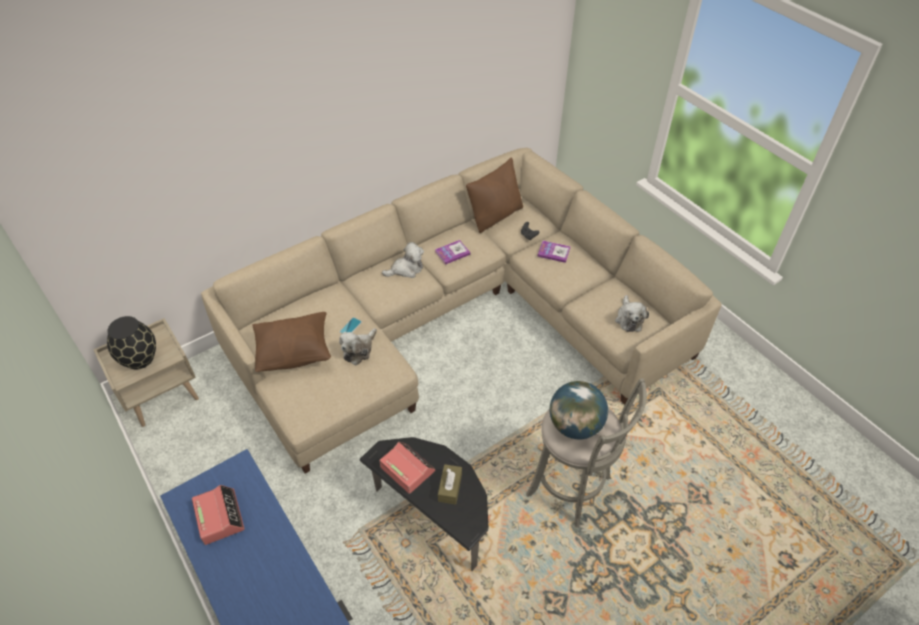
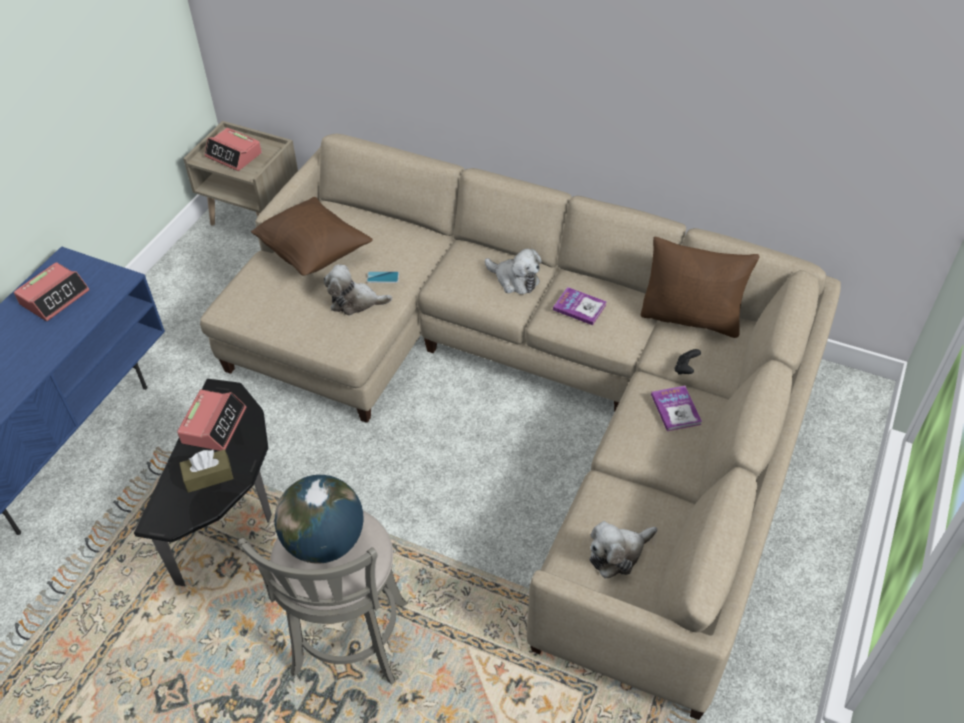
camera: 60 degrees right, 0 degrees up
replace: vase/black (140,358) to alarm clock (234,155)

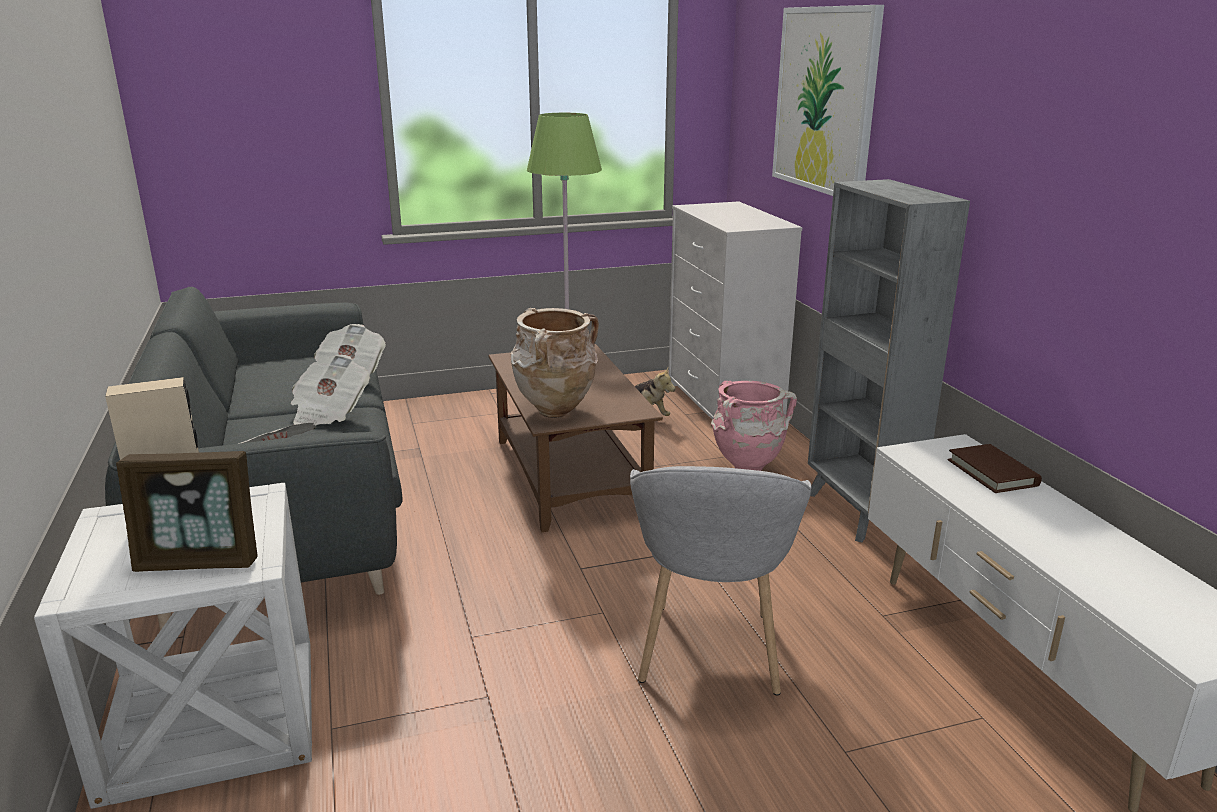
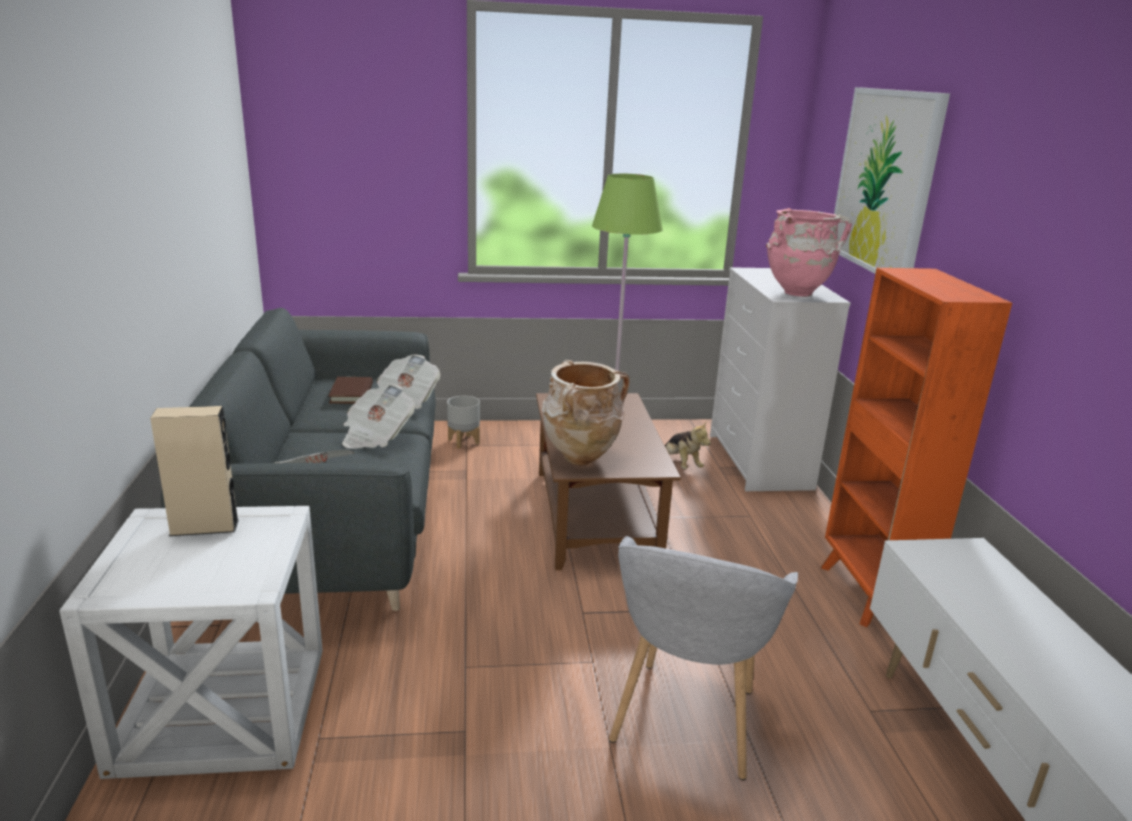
camera: 10 degrees right, 0 degrees up
delete: picture frame (200,561)
insert: planter/grey (464,441)
move: vase/pink (746,468) to (795,294); book/brown (992,473) to (351,393)
recolor: bookcase/grey (858,513) to bookcase/orange (869,595)

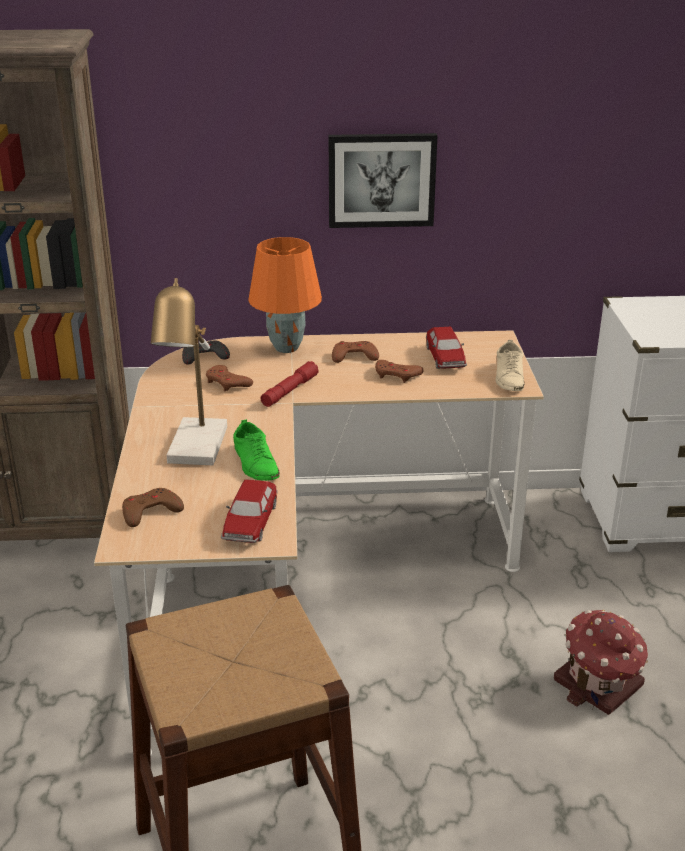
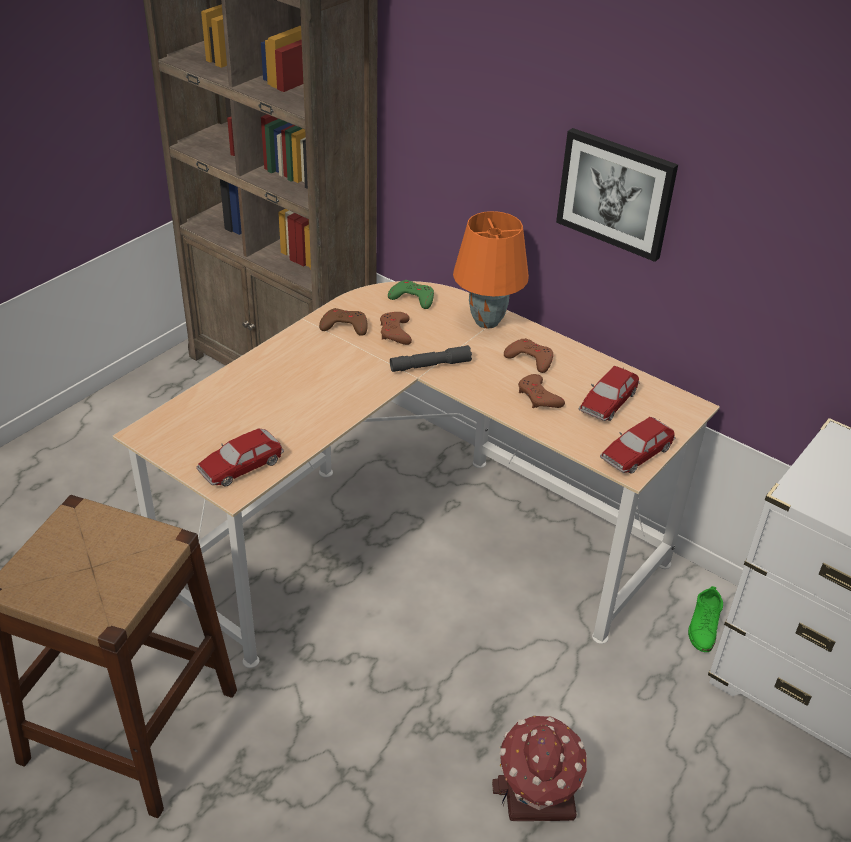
camera: 40 degrees right, 10 degrees up
delete: table lamp (197,450)
move: shoe/green (255,463) to (704,626); game controller/brown (150,512) to (344,326)
replace: shoe/beige (509,377) to toy car (636,454)
recolor: game controller/grey (204,357) to game controller/green (412,298); flashlight/red (289,391) to flashlight/grey (430,365)

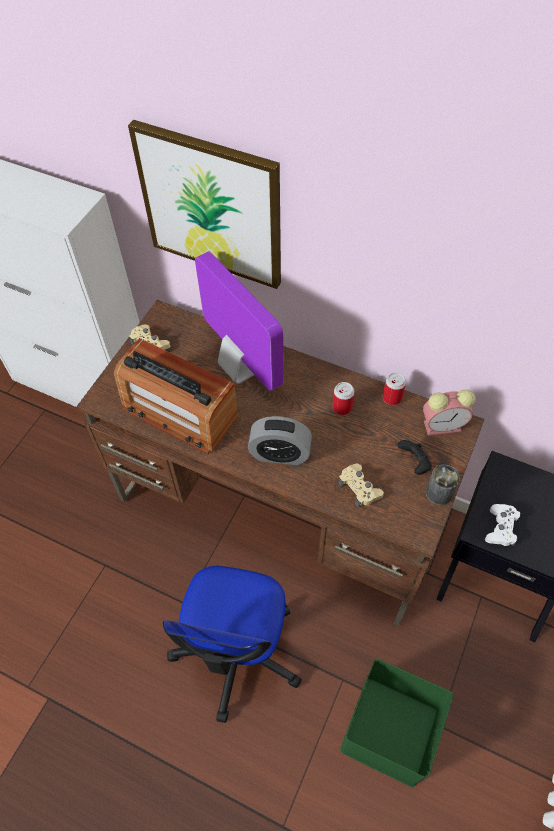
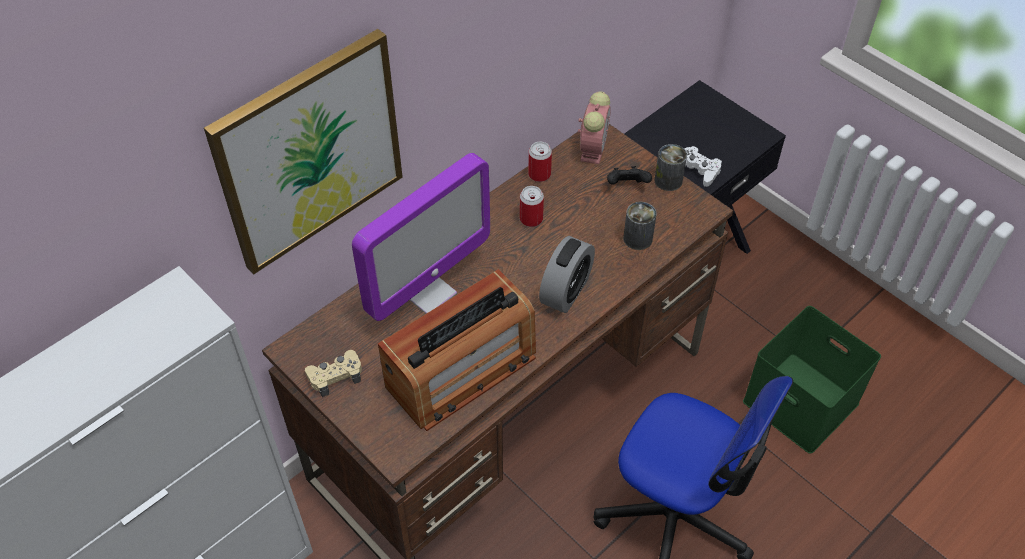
camera: 70 degrees left, 5 degrees down
replace: game controller/beige (359,488) to can (637,238)
rotate: monitor (240,368) = (428,292) 150 degrees clockwise

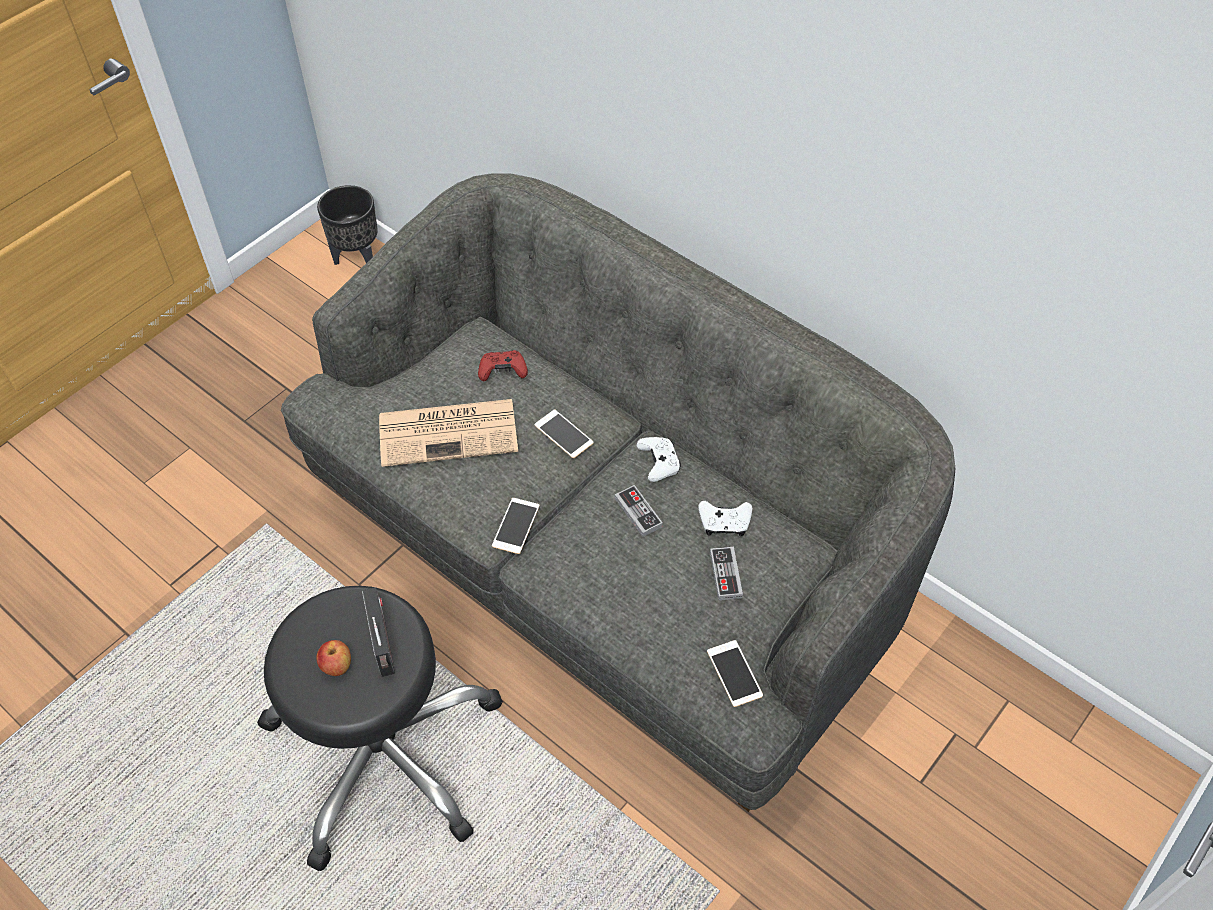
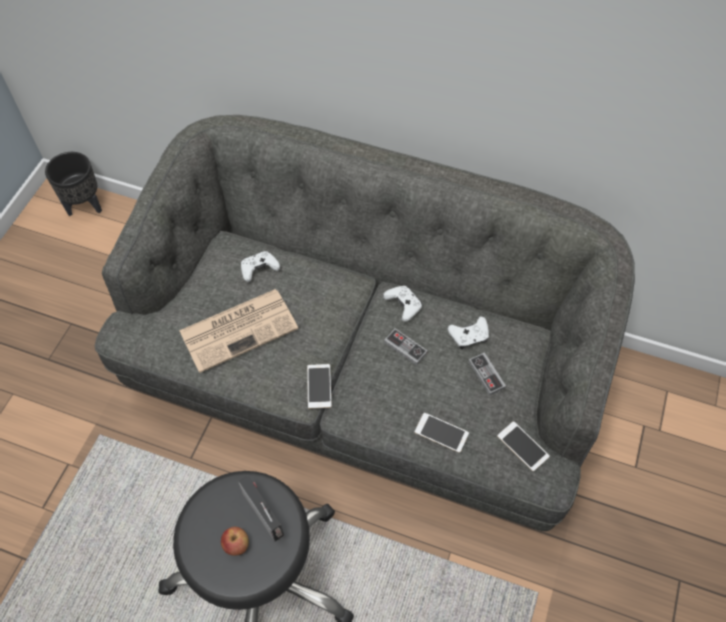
camera: 20 degrees left, 5 degrees up
move: phone (563,434) to (441,432)
recolor: game controller/red (503,371) to game controller/white (259,269)

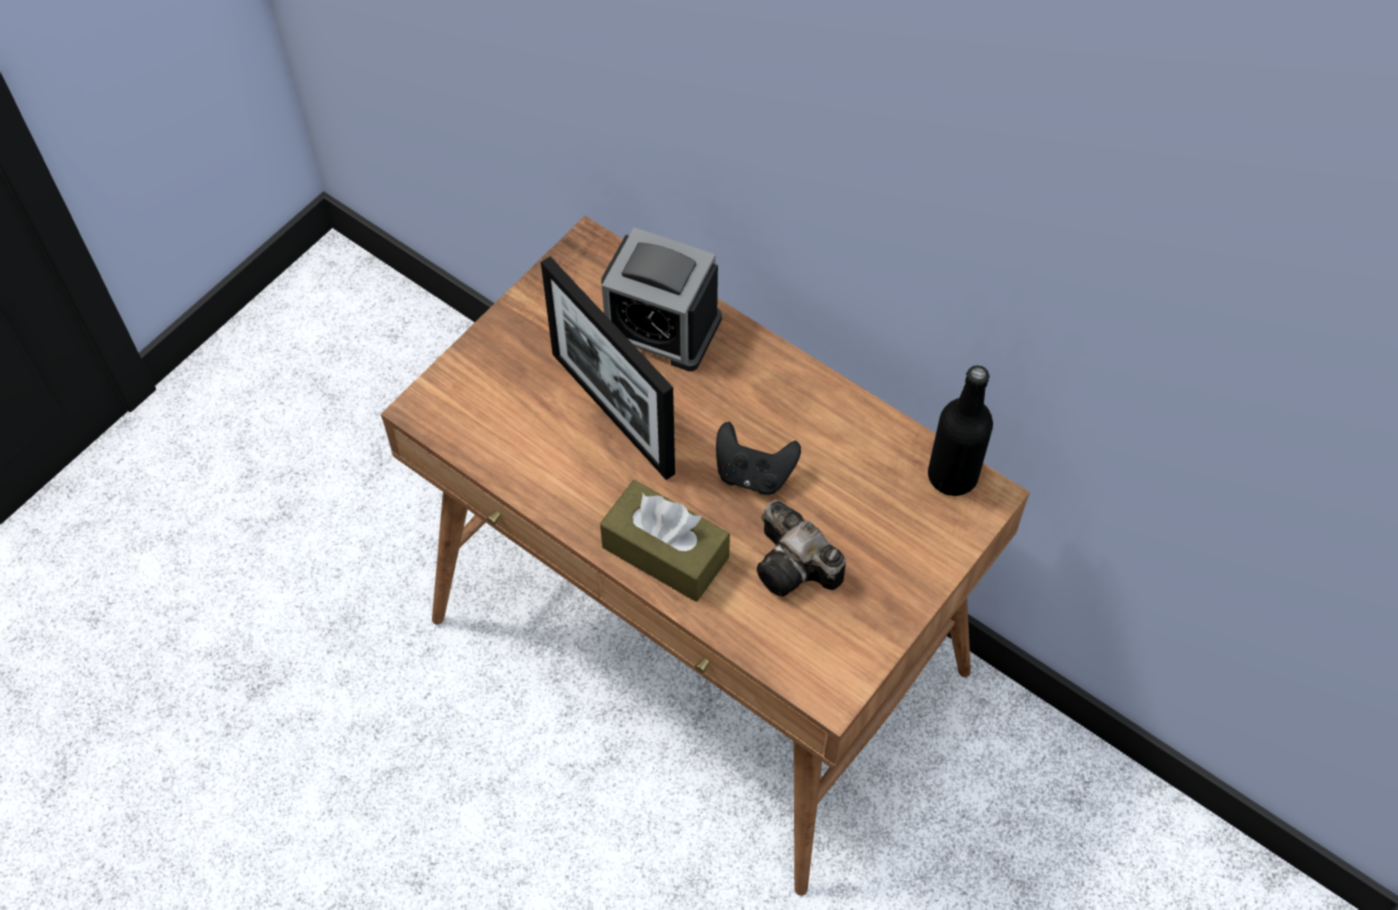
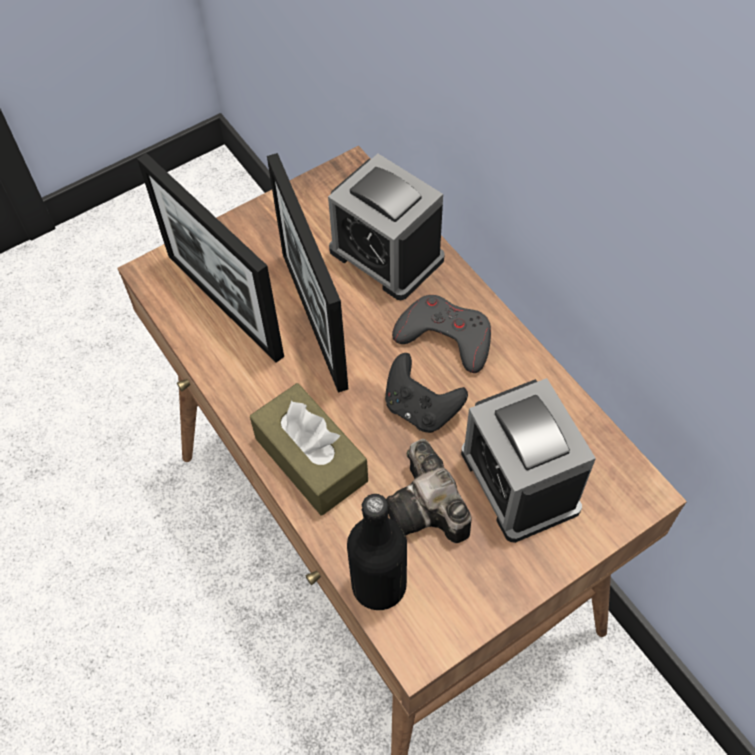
camera: 20 degrees right, 0 degrees up
insert: picture frame (224,305); game controller/grey (445,337); alarm clock (519,480)
move: bottle/black (952,476) to (379,585)

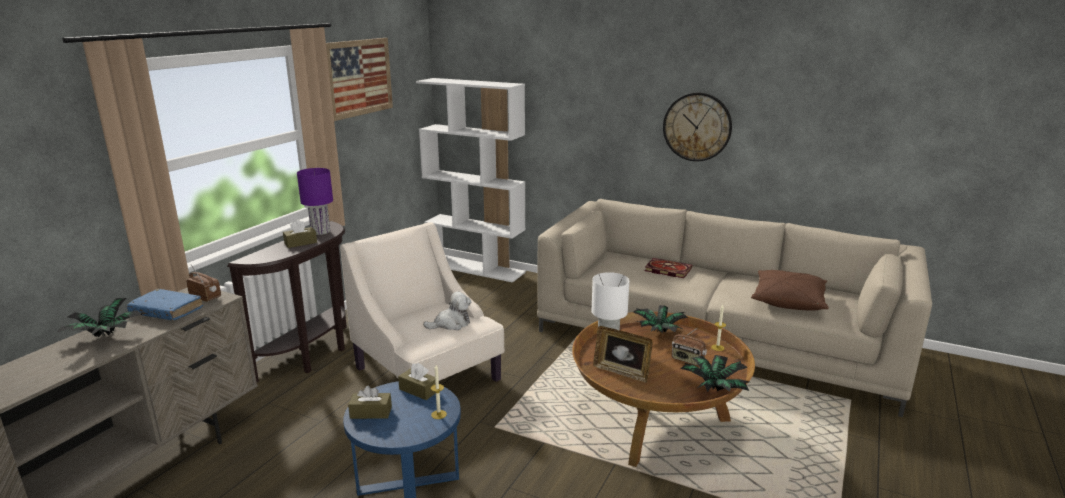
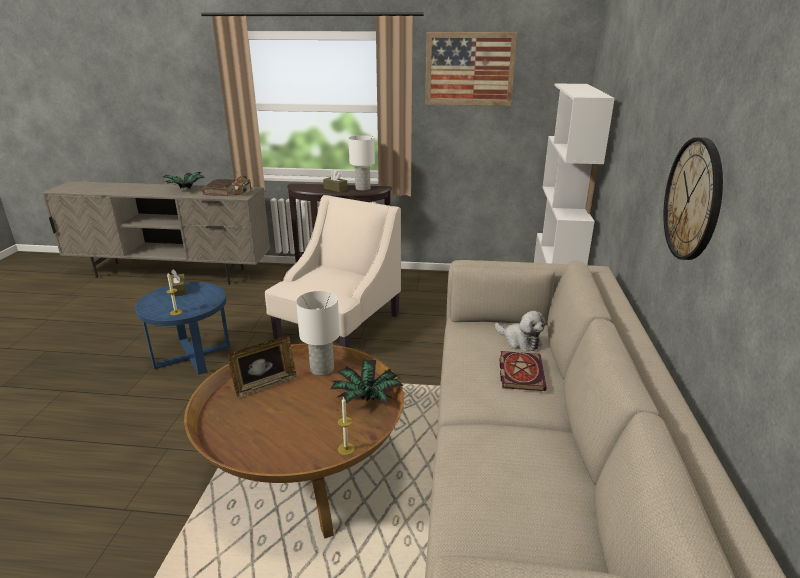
camera: 70 degrees right, 5 degrees up
delete: pillow/brown (788,301); radio (687,360); potted plant (713,388); tissue box/brown (418,390)
move: plush toy (451,324) to (520,341)
recolor: table lamp/purple (320,232) to table lamp/white (362,188); book/blue (166,311) to book/brown (220,191)
rotate: picture frame (621,372) = (265,385) 135 degrees counterclockwise

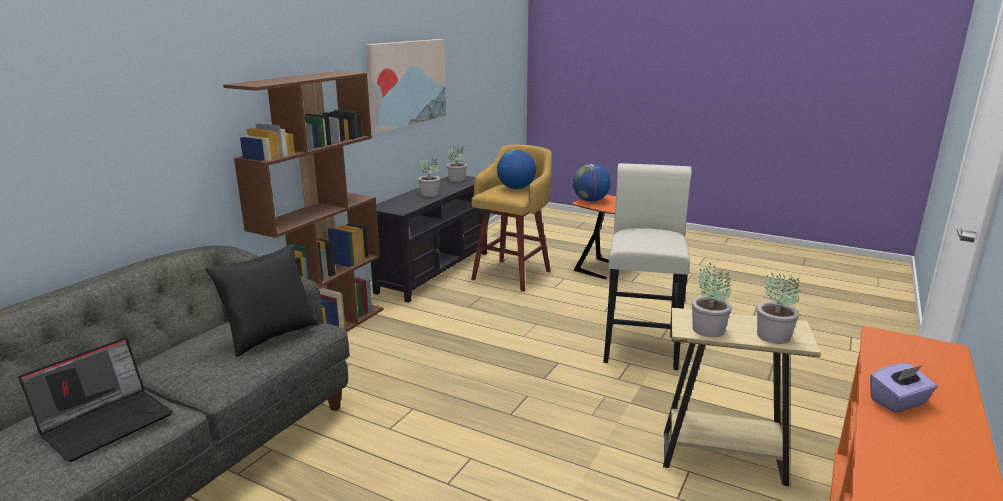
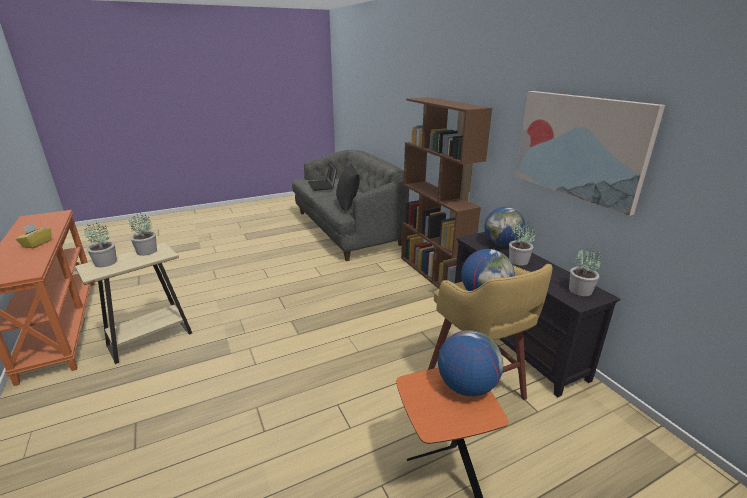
camera: 125 degrees right, 5 degrees up
delete: stool/white (640,345)
insert: globe (502,244)
recolor: tissue box/purple (898,402) to tissue box/yellow (37,244)

